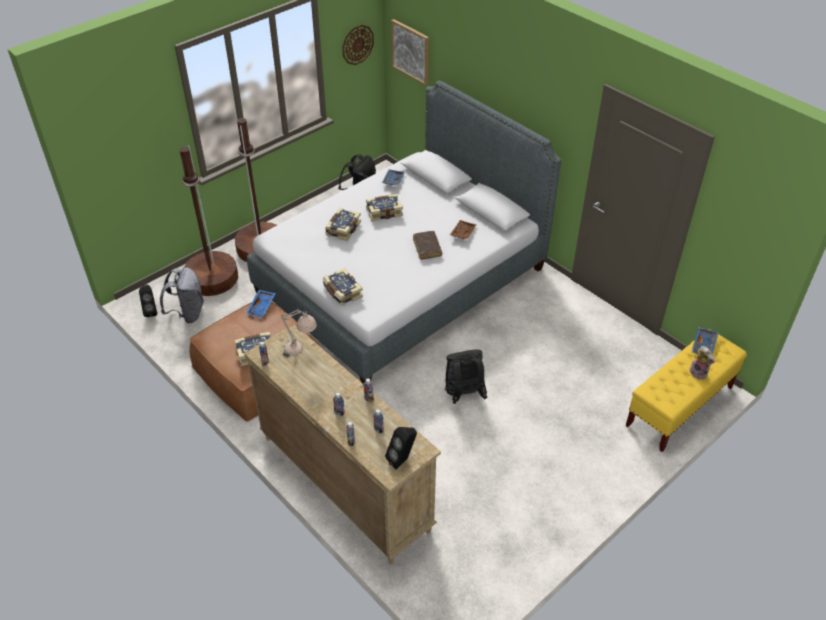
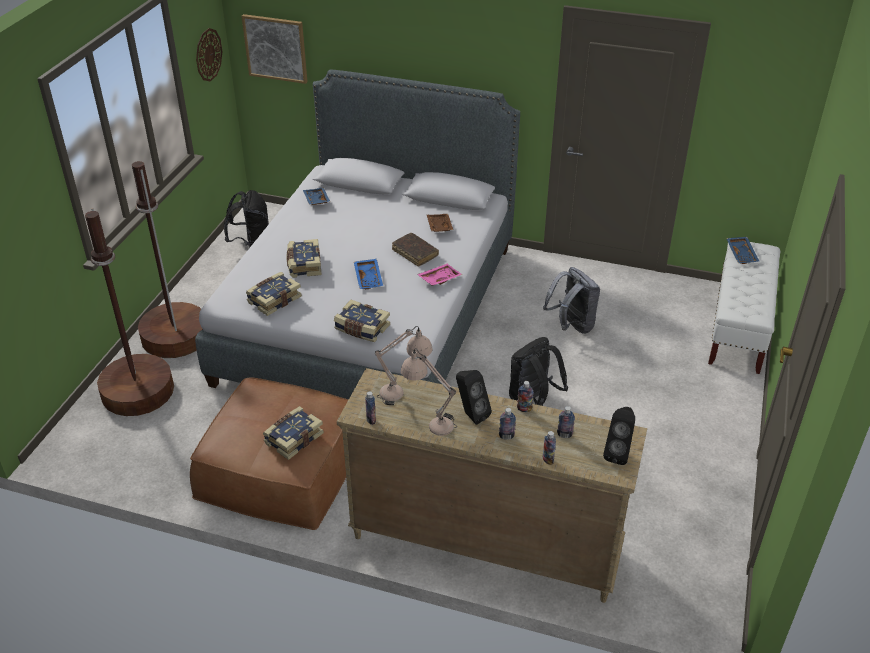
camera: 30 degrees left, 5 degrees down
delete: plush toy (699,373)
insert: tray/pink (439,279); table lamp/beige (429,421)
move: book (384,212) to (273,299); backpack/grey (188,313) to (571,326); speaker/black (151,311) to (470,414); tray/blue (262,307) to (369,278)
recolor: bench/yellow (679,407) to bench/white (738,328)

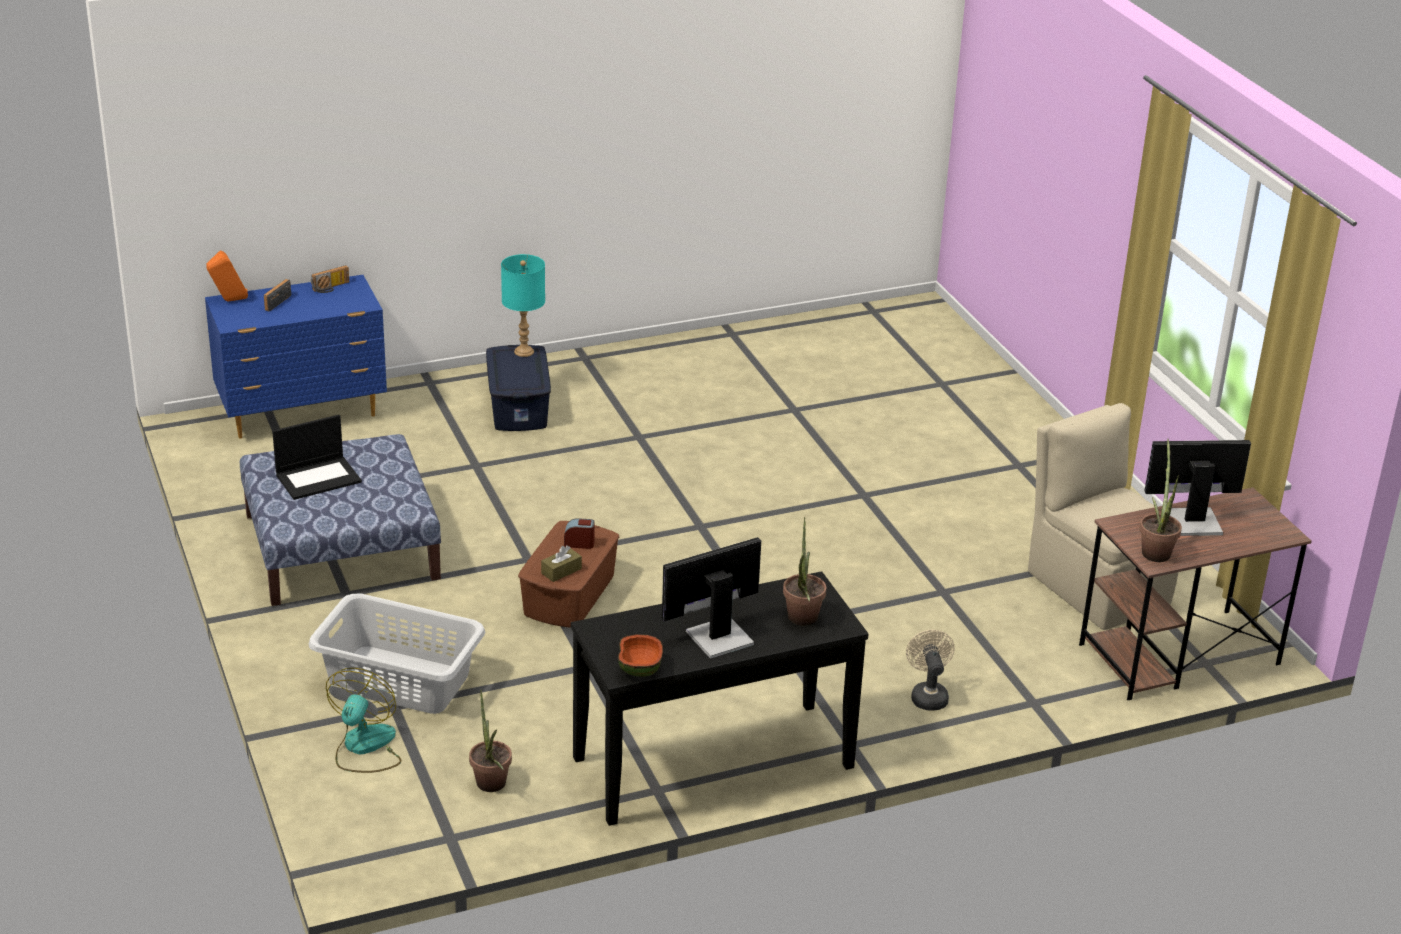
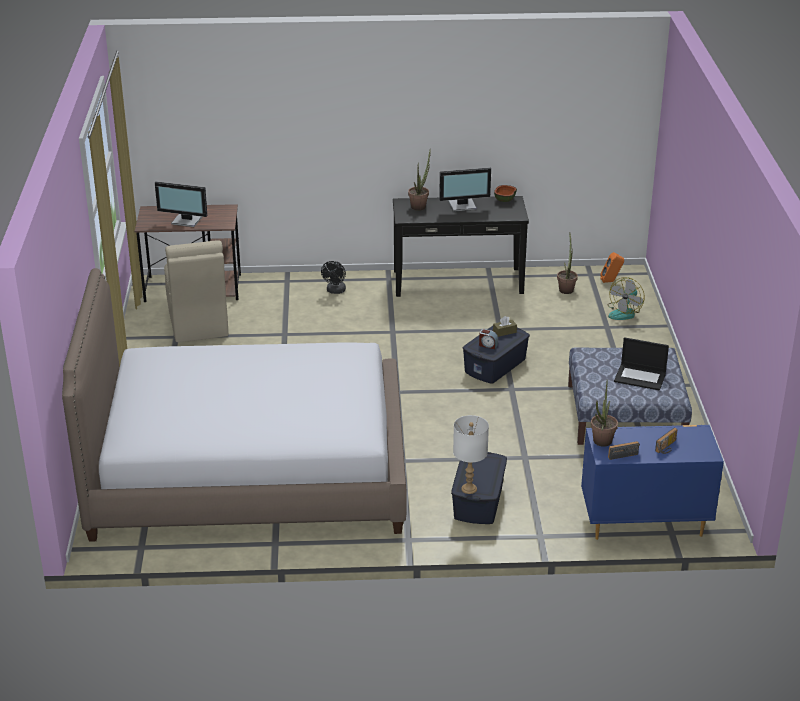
camera: 160 degrees left, 0 degrees up
delete: laundry basket/grey (399,679)
insert: bed (248,471)
move: speaker/orange (229,301) to (611,281); potted plant (1155,550) to (601,443)
recolor: table lamp/turquoise (524,352) to table lamp/white (469,488); storage box/brown (568,595) to storage box/blue (495,365); fan/beige (928,695) to fan/black (335,291)
rotate: laptop (319,477) = (640,377) 150 degrees counterclockwise

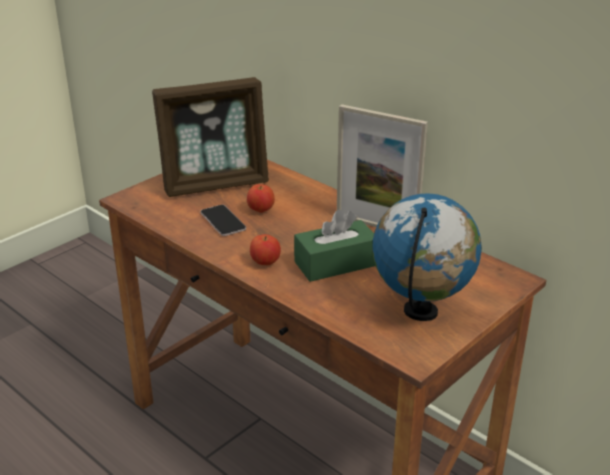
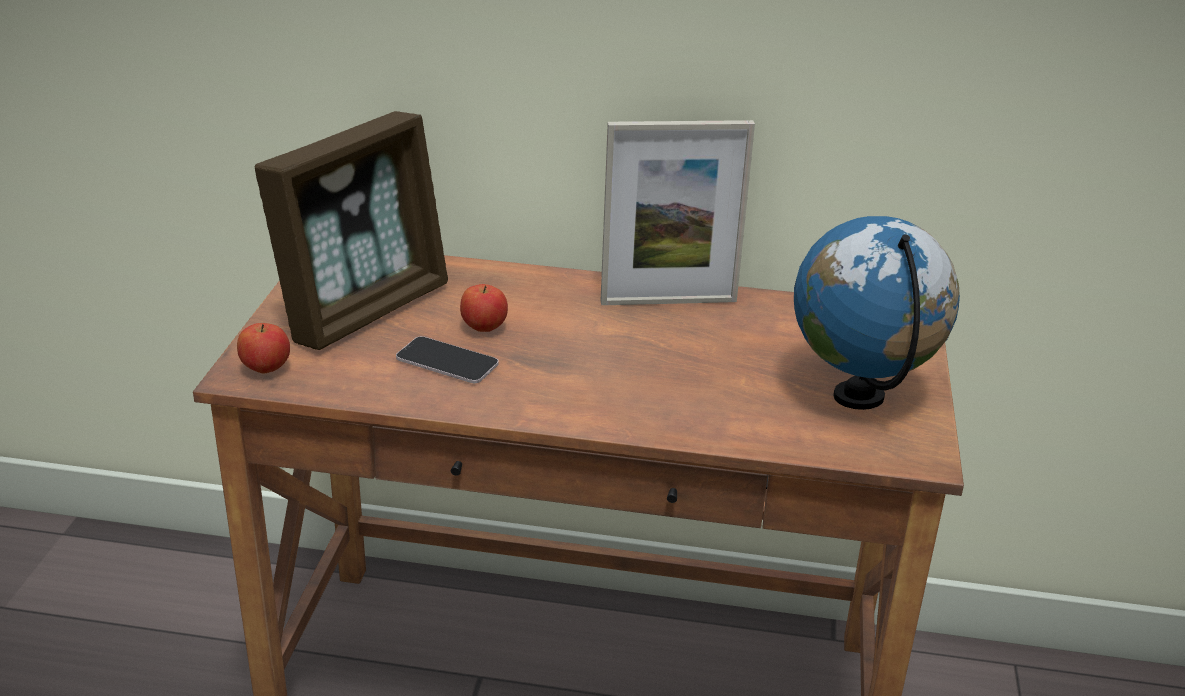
camera: 35 degrees left, 0 degrees up
delete: tissue box/green (335,263)
move: apple (265,263) to (266,369)

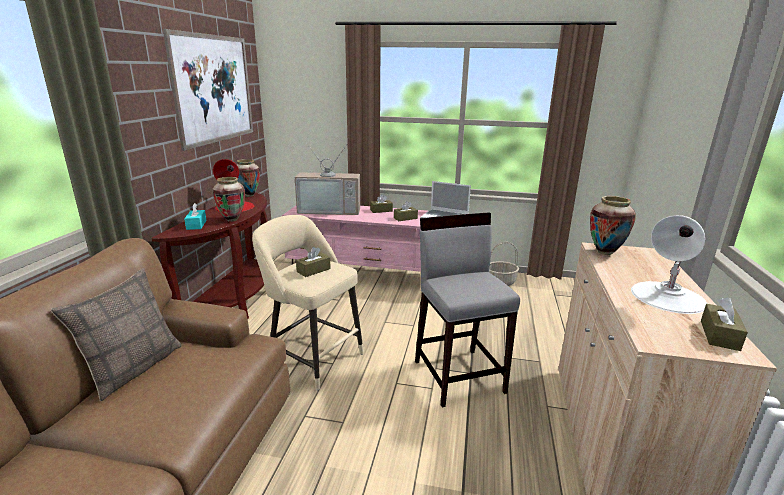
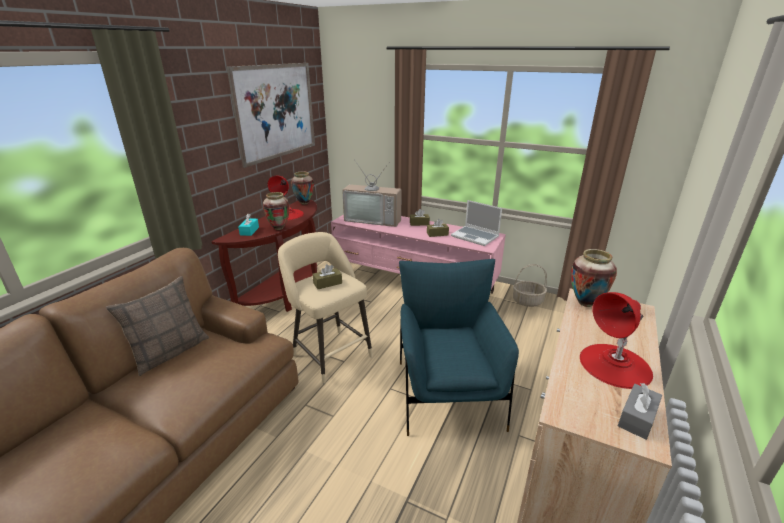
camera: 15 degrees right, 5 degrees up
replace: stool/grey (459,375) to armchair/blue (448,391)
recolor: table lamp/white (668,297) to table lamp/red (615,365); tissue box/brown (719,335) to tissue box/grey (637,418)

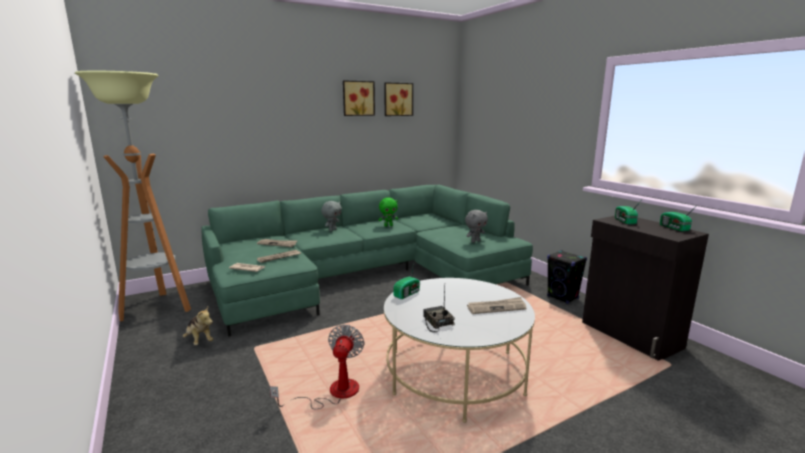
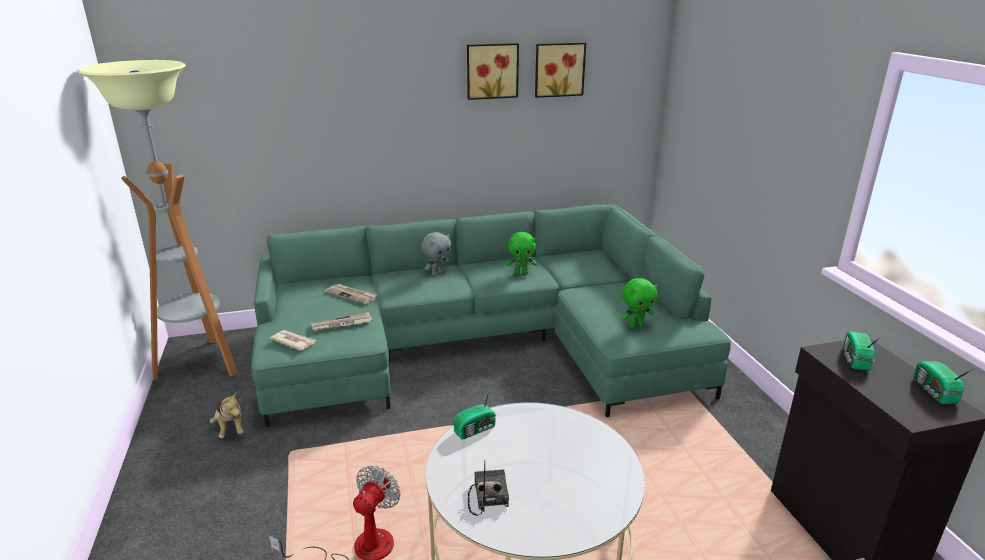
camera: 15 degrees right, 10 degrees up
delete: speaker/black (563,297); newspaper (496,307)
recolor: plush toy/grey (475,241) to plush toy/green (636,325)

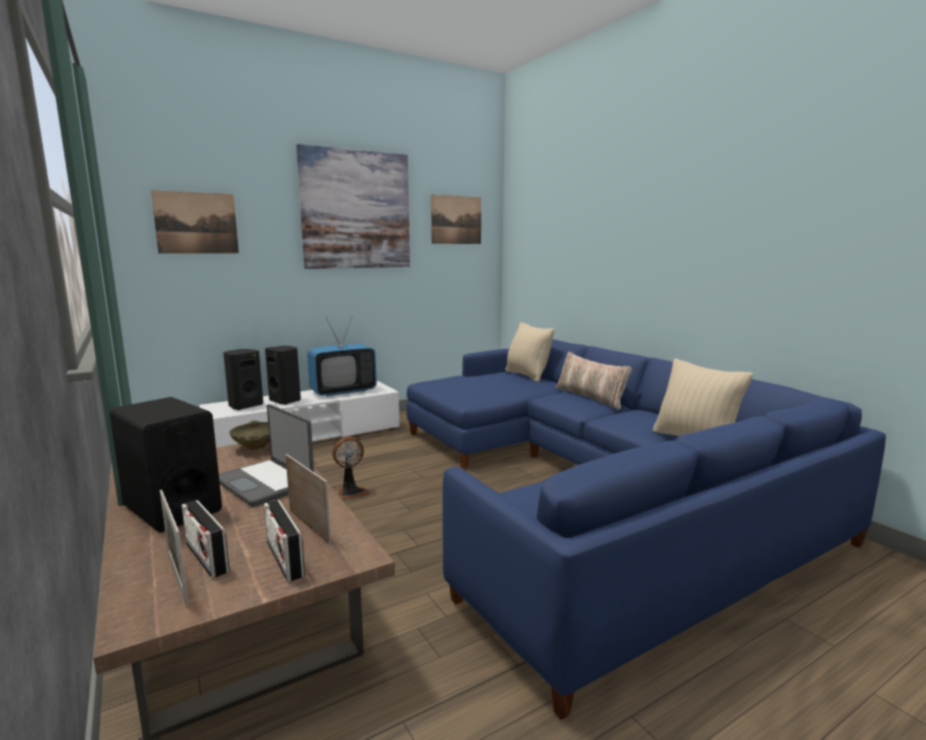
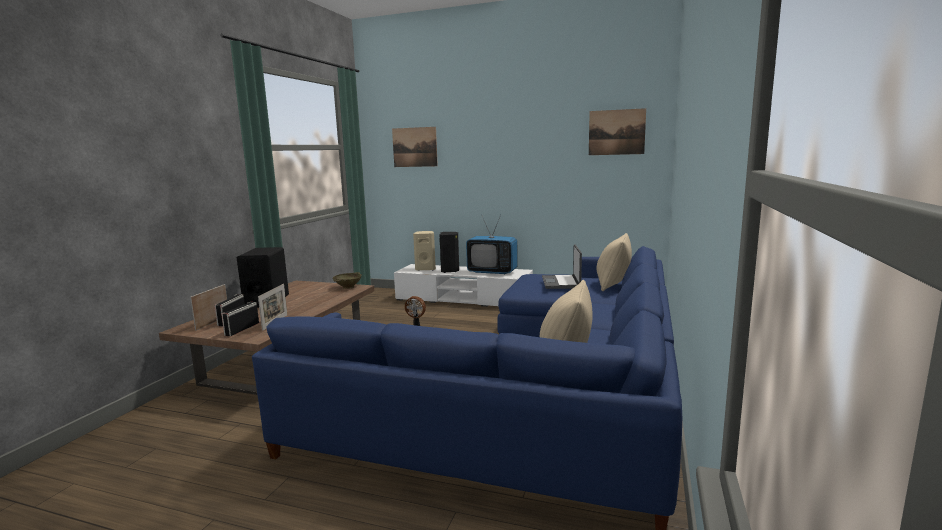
camera: 50 degrees right, 0 degrees up
delete: picture (356,210); pillow (590,397)
move: laptop (266,482) to (561,283)
recolor: speaker/black (245,406) to speaker/beige (426,269)

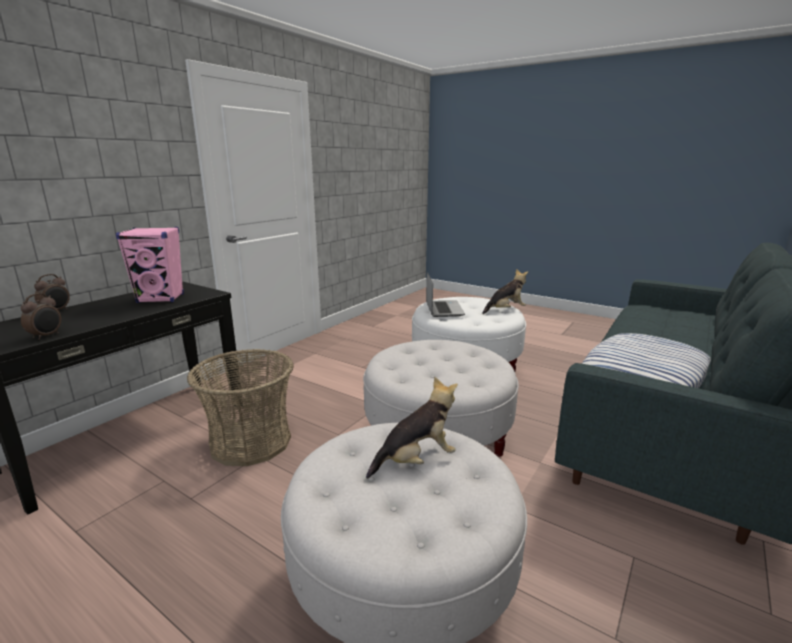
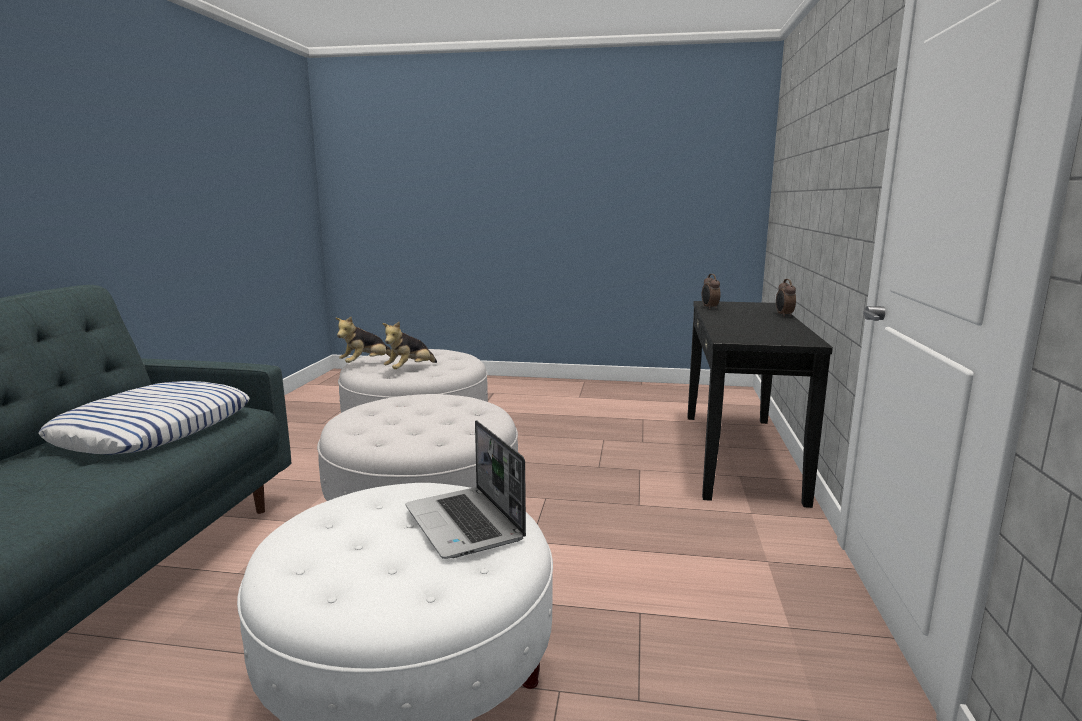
camera: 155 degrees right, 5 degrees down
delete: speaker/pink (161,298); basket (250,442)
move: plush toy (505,310) to (366,364)

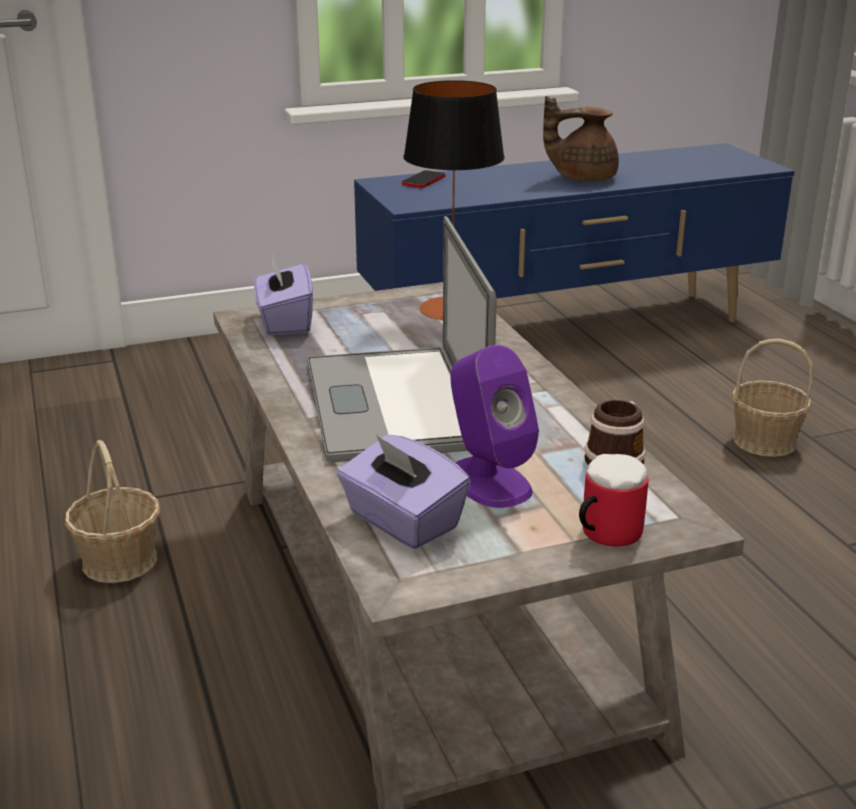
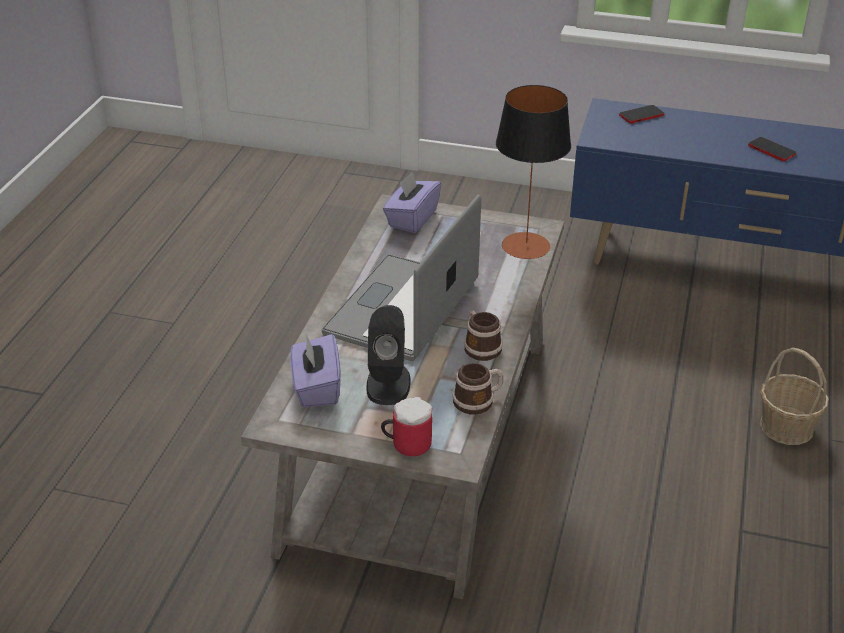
camera: 35 degrees right, 10 degrees up
delete: basket (120,560)
insert: mug (480,346)
replace: teapot/brown (582,178) to phone (771,150)
recolor: speaker/purple (488,481) to speaker/black (388,383)

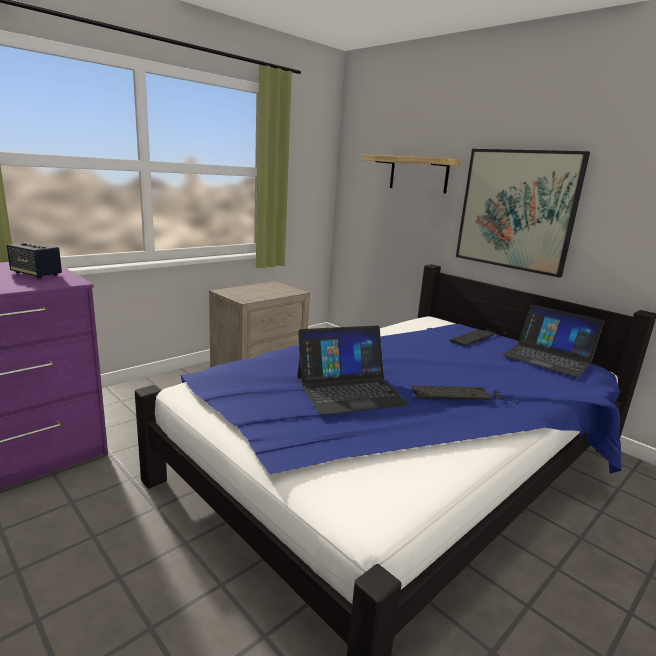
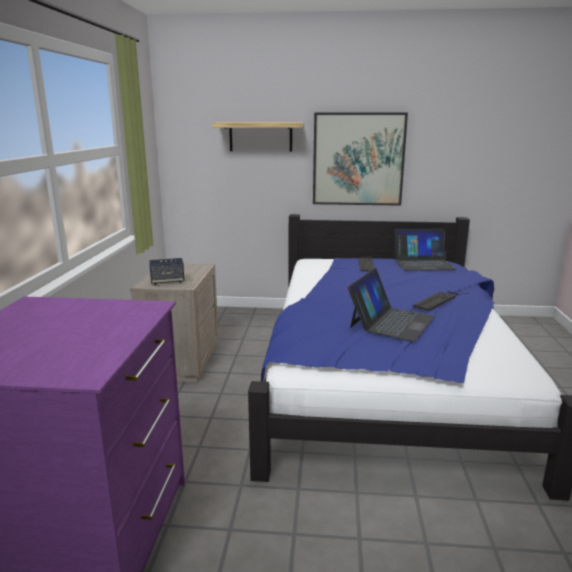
camera: 40 degrees left, 0 degrees up
move: speaker (36,274) to (167,281)

